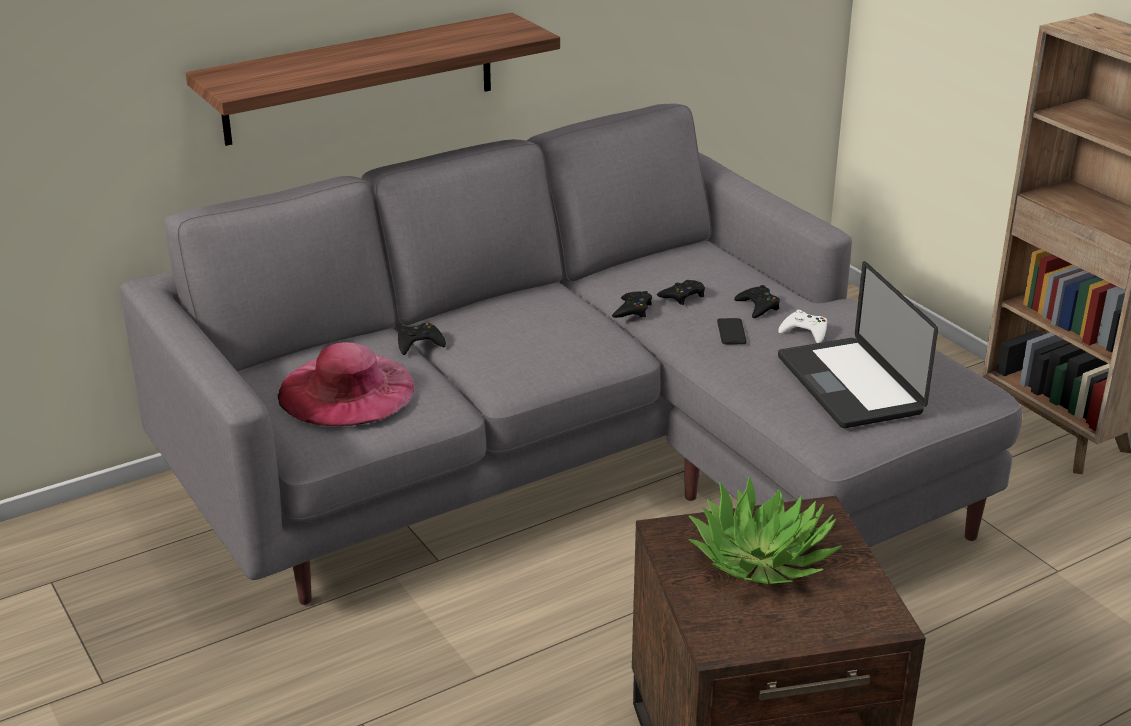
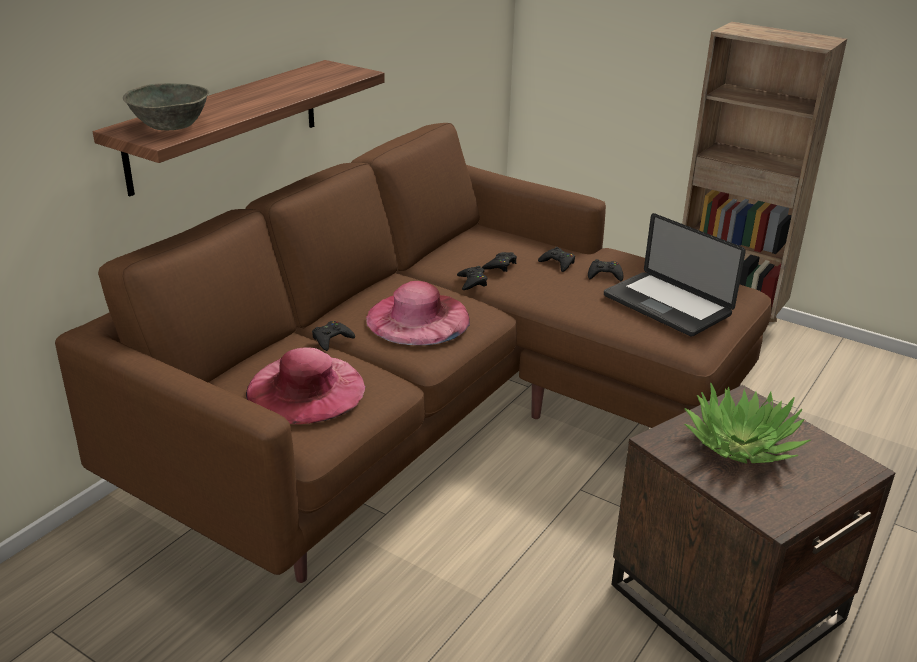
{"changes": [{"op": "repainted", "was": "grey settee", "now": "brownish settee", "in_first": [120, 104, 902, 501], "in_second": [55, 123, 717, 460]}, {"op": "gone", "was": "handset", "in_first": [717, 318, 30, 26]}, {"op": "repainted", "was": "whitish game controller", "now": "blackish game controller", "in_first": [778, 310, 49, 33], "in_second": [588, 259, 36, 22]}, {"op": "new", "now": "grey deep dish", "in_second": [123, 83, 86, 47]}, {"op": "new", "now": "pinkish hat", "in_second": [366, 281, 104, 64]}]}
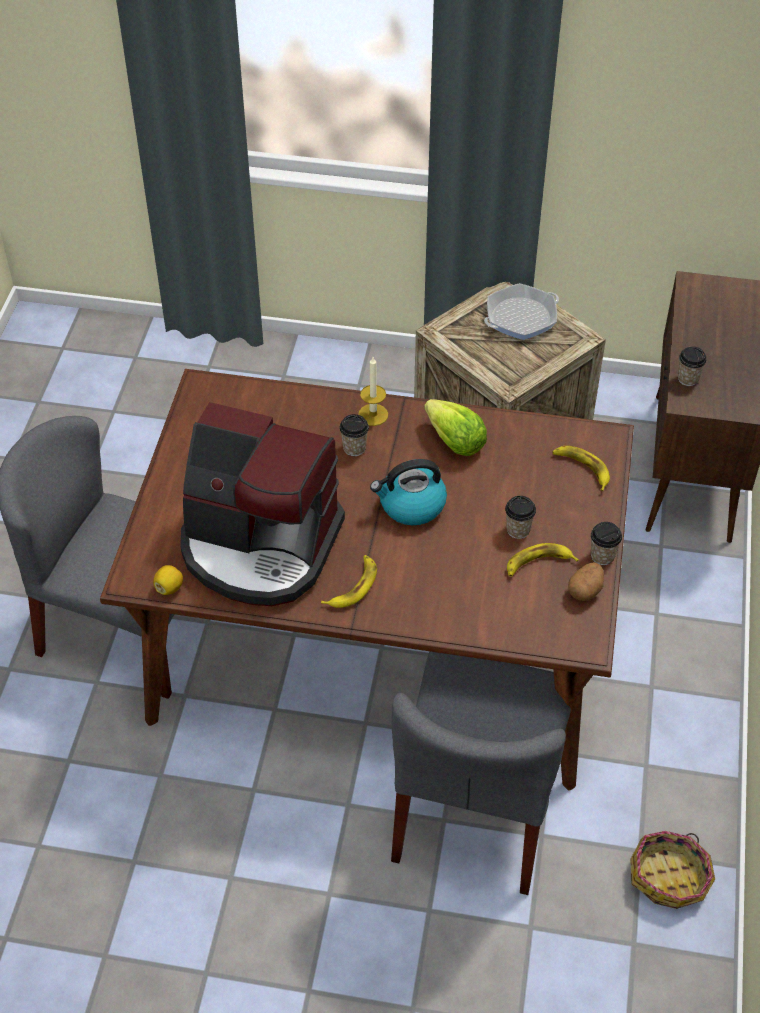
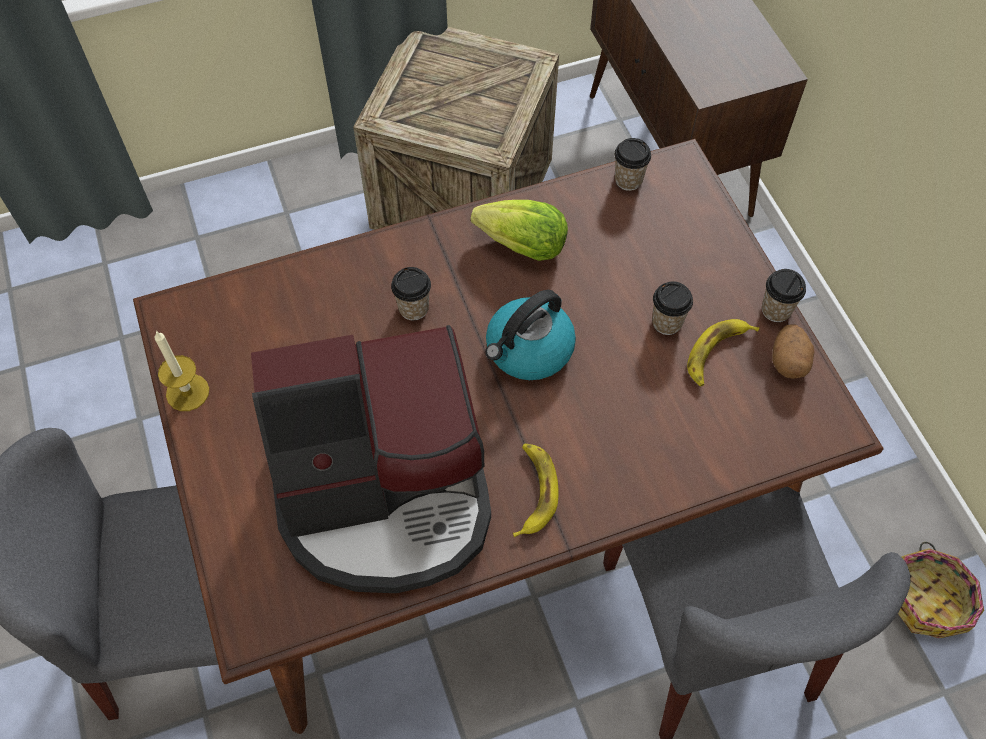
{"changes": [{"op": "gone", "was": "lemon", "in_first": [153, 565, 30, 30]}, {"op": "shifted", "was": "wax light", "in_first": [358, 357, 30, 69], "in_second": [154, 331, 55, 80]}, {"op": "gone", "was": "frying pan", "in_first": [484, 283, 75, 57]}, {"op": "gone", "was": "whole banana", "in_first": [552, 446, 58, 45]}, {"op": "shifted", "was": "small cup", "in_first": [678, 347, 29, 39], "in_second": [614, 138, 37, 53]}]}
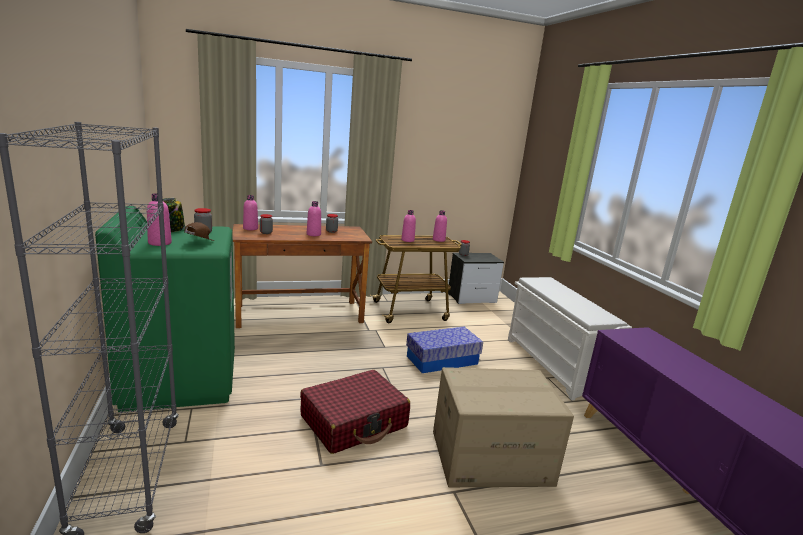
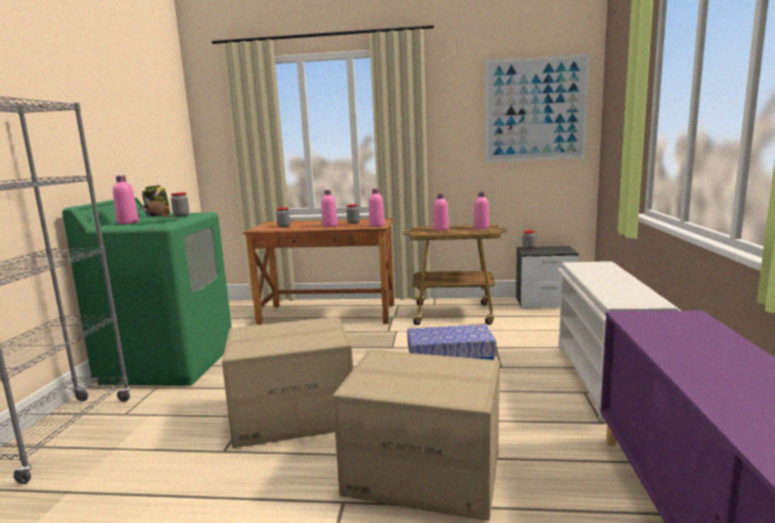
{"changes": [{"op": "shifted", "was": "pinkish beverage bottle", "in_first": [243, 195, 15, 35], "in_second": [369, 189, 16, 38]}, {"op": "swapped", "was": "red-coloured suitcase", "now": "carton", "in_first": [300, 370, 110, 84], "in_second": [222, 316, 131, 132]}, {"op": "new", "now": "wall art", "in_second": [485, 54, 105, 109]}]}
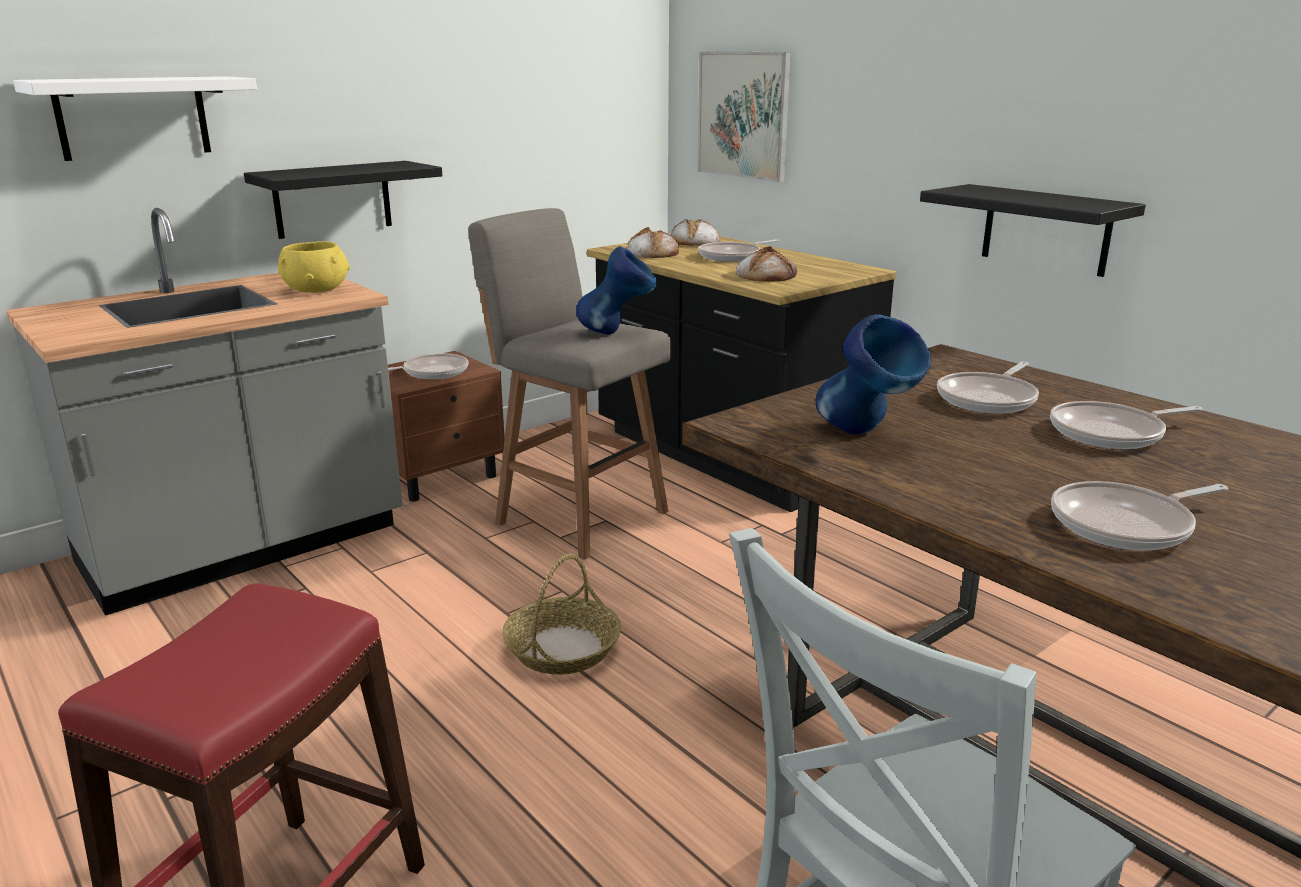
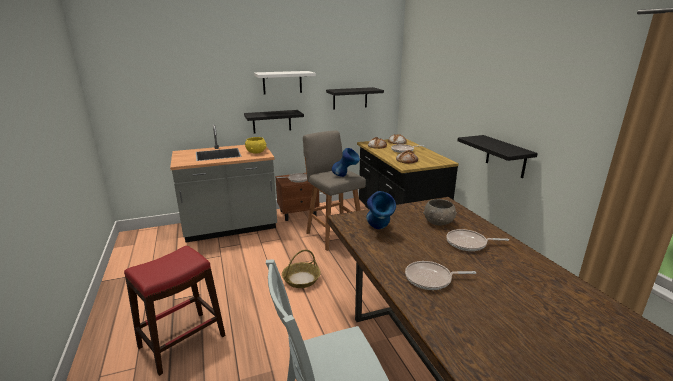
{"changes": [{"op": "shifted", "was": "whitish shelf", "in_first": [13, 76, 244, 85], "in_second": [254, 71, 62, 23]}, {"op": "gone", "was": "wall art", "in_first": [698, 52, 93, 130]}, {"op": "swapped", "was": "frying pan", "now": "grey deep dish", "in_first": [937, 362, 102, 51], "in_second": [423, 199, 34, 26]}, {"op": "new", "now": "blackish shelf", "in_second": [326, 87, 58, 22]}]}
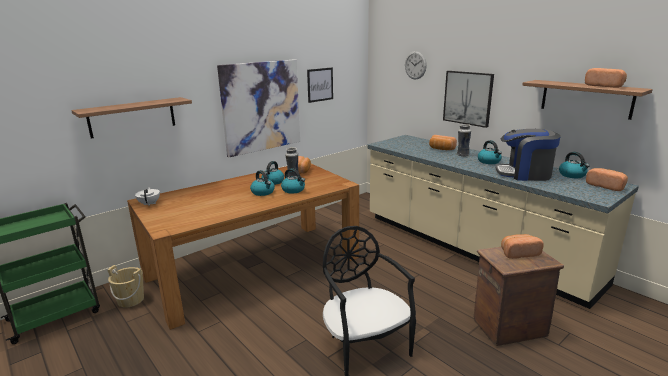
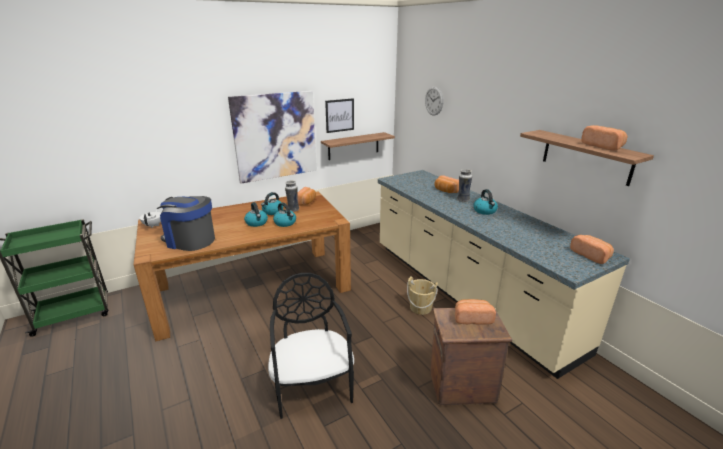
{"changes": [{"op": "shifted", "was": "shelf", "in_first": [71, 97, 121, 42], "in_second": [321, 132, 74, 28]}, {"op": "shifted", "was": "beige pail", "in_first": [108, 265, 36, 43], "in_second": [407, 276, 31, 39]}, {"op": "gone", "was": "wall art", "in_first": [443, 71, 51, 57]}, {"op": "shifted", "was": "coffee machine", "in_first": [496, 129, 64, 52], "in_second": [157, 196, 58, 55]}, {"op": "gone", "was": "tea kettle", "in_first": [559, 152, 31, 26]}]}
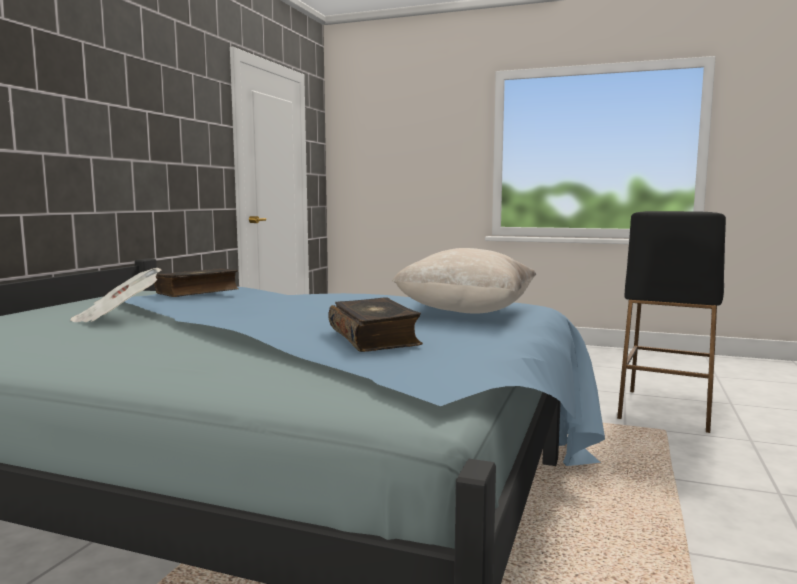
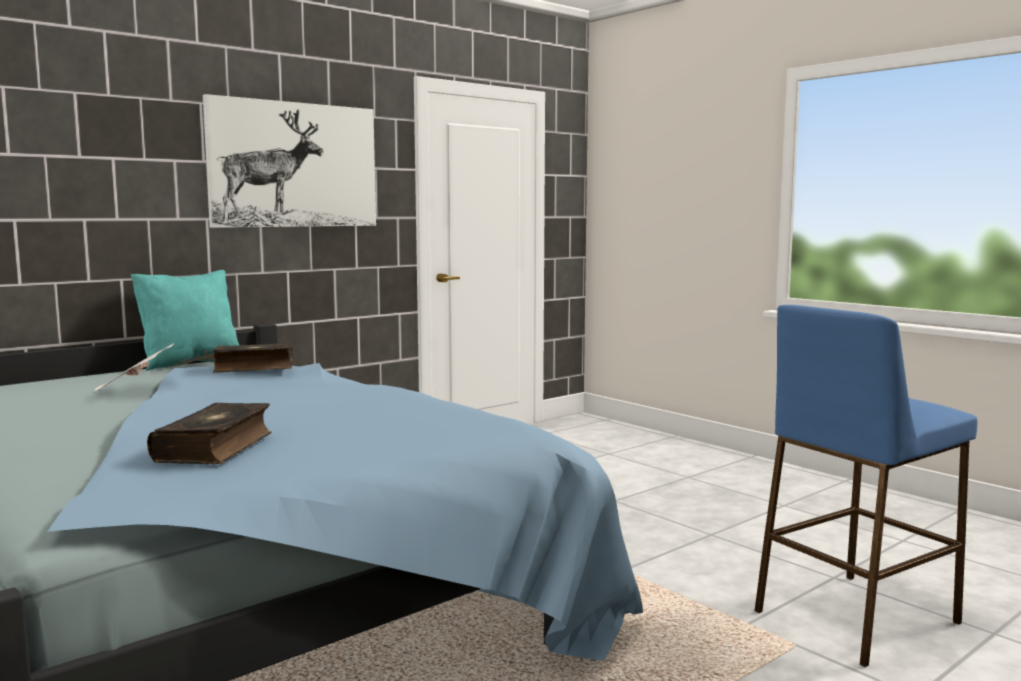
{"changes": [{"op": "gone", "was": "beige pillow", "in_first": [392, 248, 144, 66]}, {"op": "repainted", "was": "blackish stool", "now": "bluish stool", "in_first": [617, 211, 109, 222], "in_second": [755, 305, 222, 362]}, {"op": "new", "now": "turquoise pillow", "in_second": [131, 270, 108, 101]}, {"op": "new", "now": "wall art", "in_second": [203, 94, 173, 134]}]}
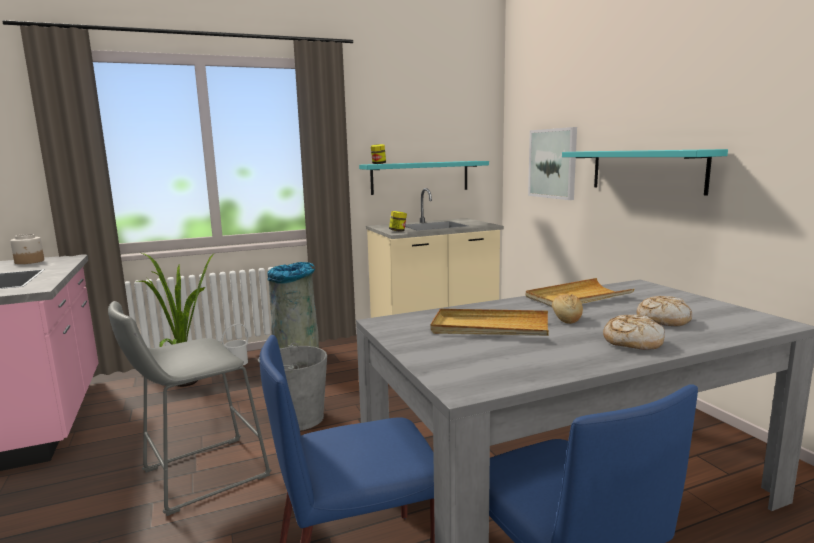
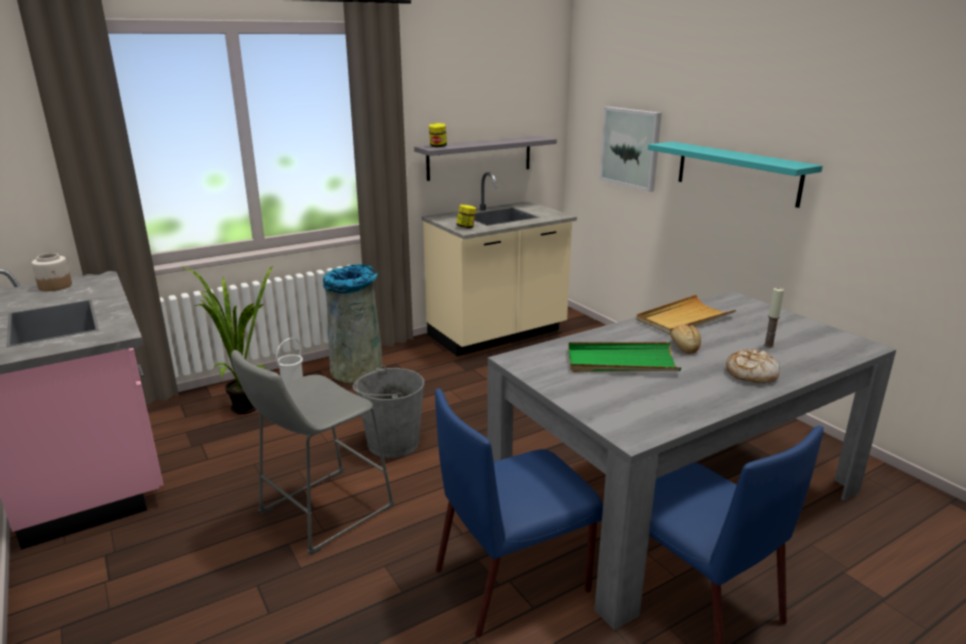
{"changes": [{"op": "repainted", "was": "turquoise shelf", "now": "grey shelf", "in_first": [359, 161, 130, 34], "in_second": [414, 136, 143, 45]}, {"op": "repainted", "was": "beige serving tray", "now": "green-coloured serving tray", "in_first": [431, 309, 118, 27], "in_second": [568, 342, 113, 30]}, {"op": "swapped", "was": "bread", "now": "wax light", "in_first": [637, 296, 55, 30], "in_second": [763, 288, 21, 60]}]}
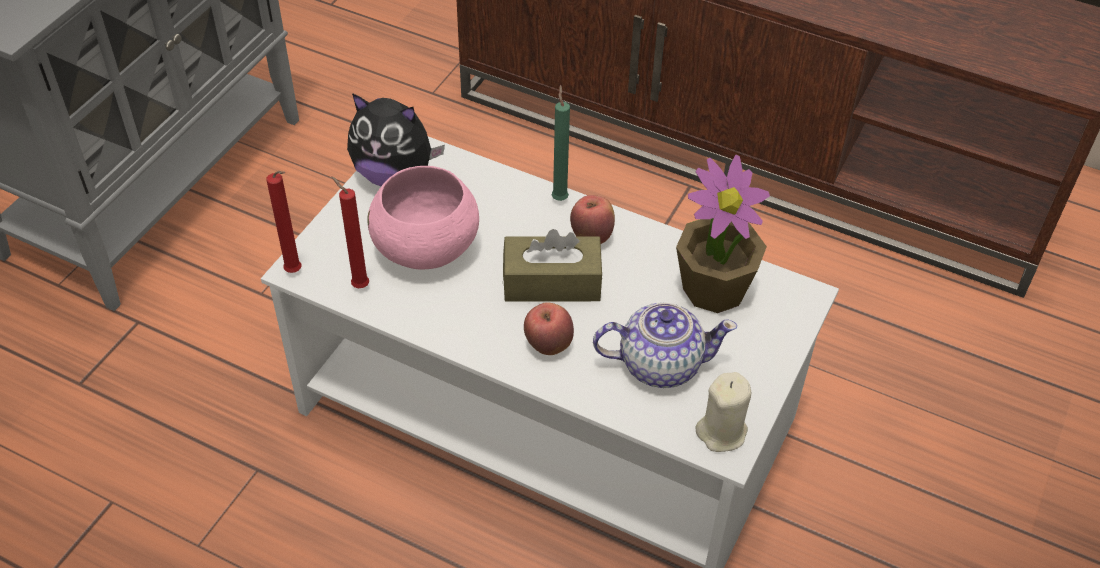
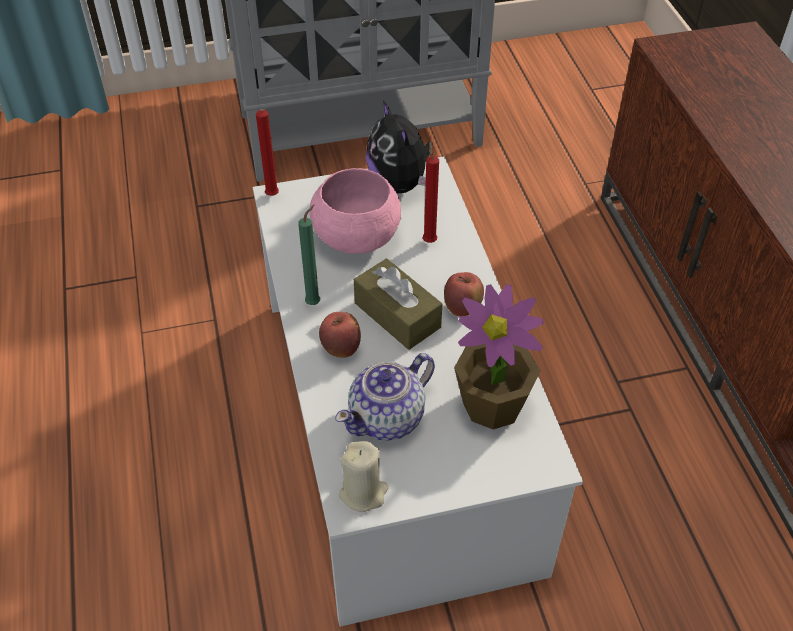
{"changes": [{"op": "shifted", "was": "red-coloured wax light", "in_first": [331, 176, 38, 112], "in_second": [423, 141, 16, 102]}, {"op": "shifted", "was": "green-coloured wax light", "in_first": [552, 85, 18, 116], "in_second": [298, 205, 22, 100]}, {"op": "rotated", "was": "pot for tea", "in_first": [593, 303, 144, 85], "in_second": [335, 353, 100, 87], "clockwise": 90}]}
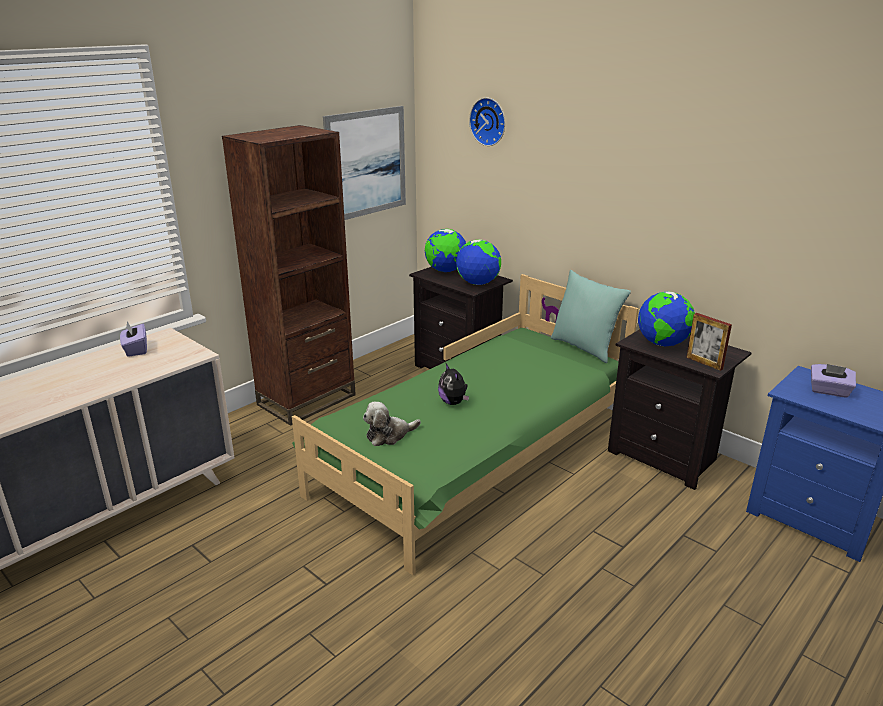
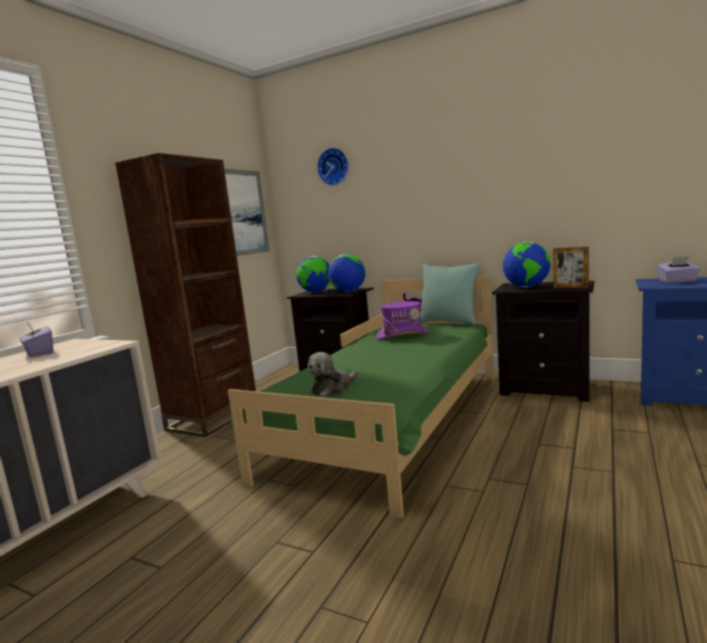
{"changes": [{"op": "gone", "was": "plush toy", "in_first": [438, 364, 31, 41]}, {"op": "new", "now": "purple-coloured hat", "in_second": [376, 301, 54, 38]}]}
